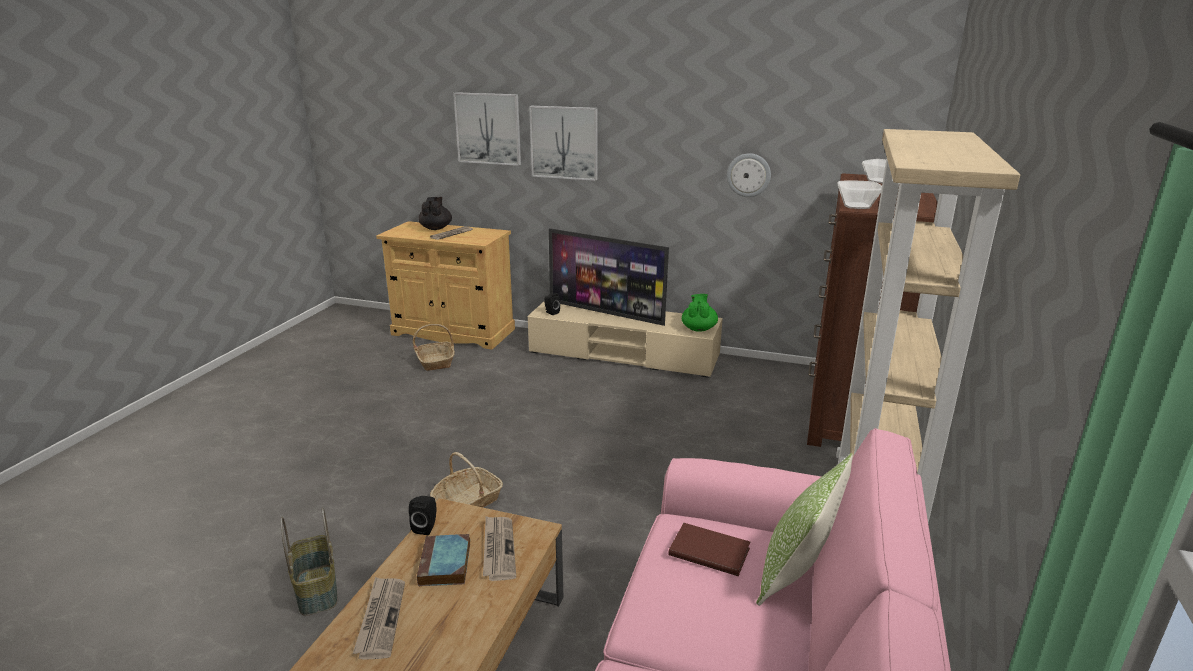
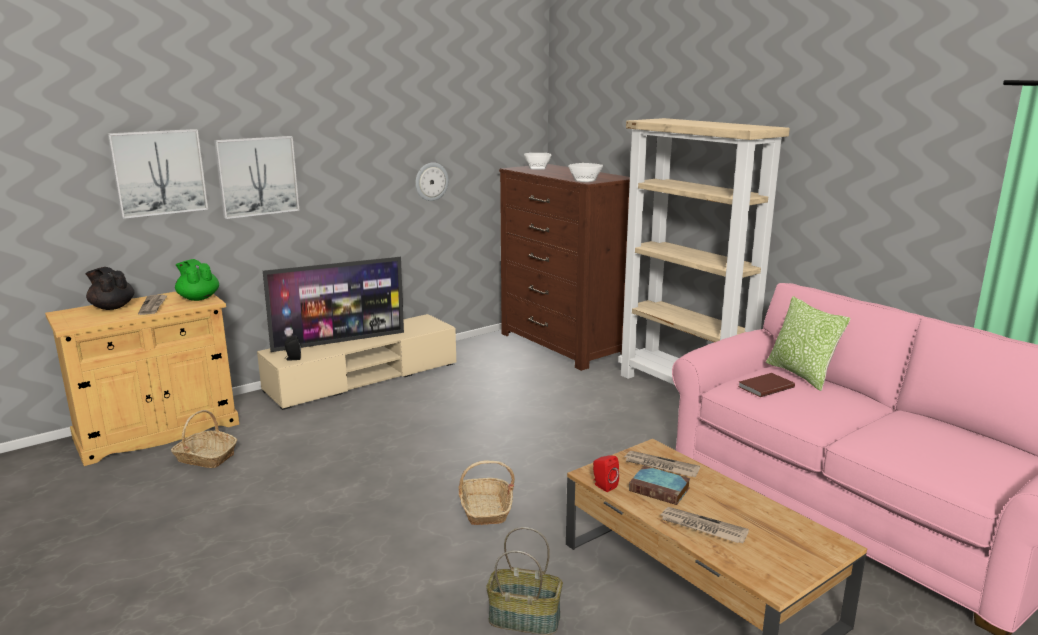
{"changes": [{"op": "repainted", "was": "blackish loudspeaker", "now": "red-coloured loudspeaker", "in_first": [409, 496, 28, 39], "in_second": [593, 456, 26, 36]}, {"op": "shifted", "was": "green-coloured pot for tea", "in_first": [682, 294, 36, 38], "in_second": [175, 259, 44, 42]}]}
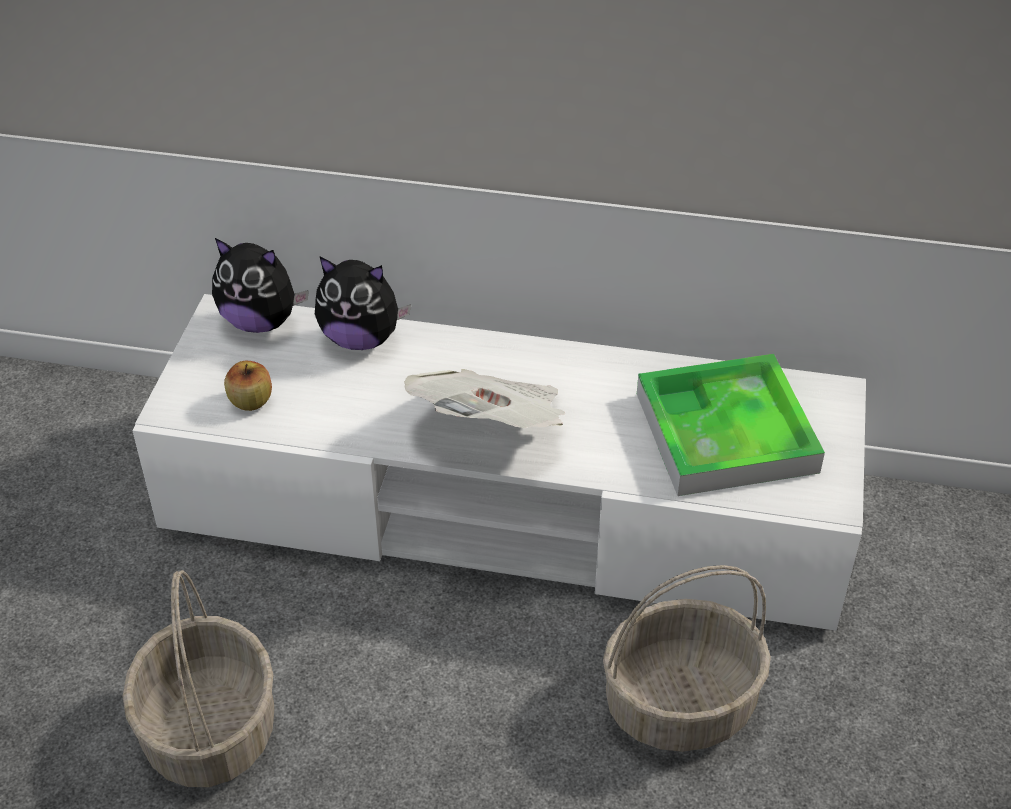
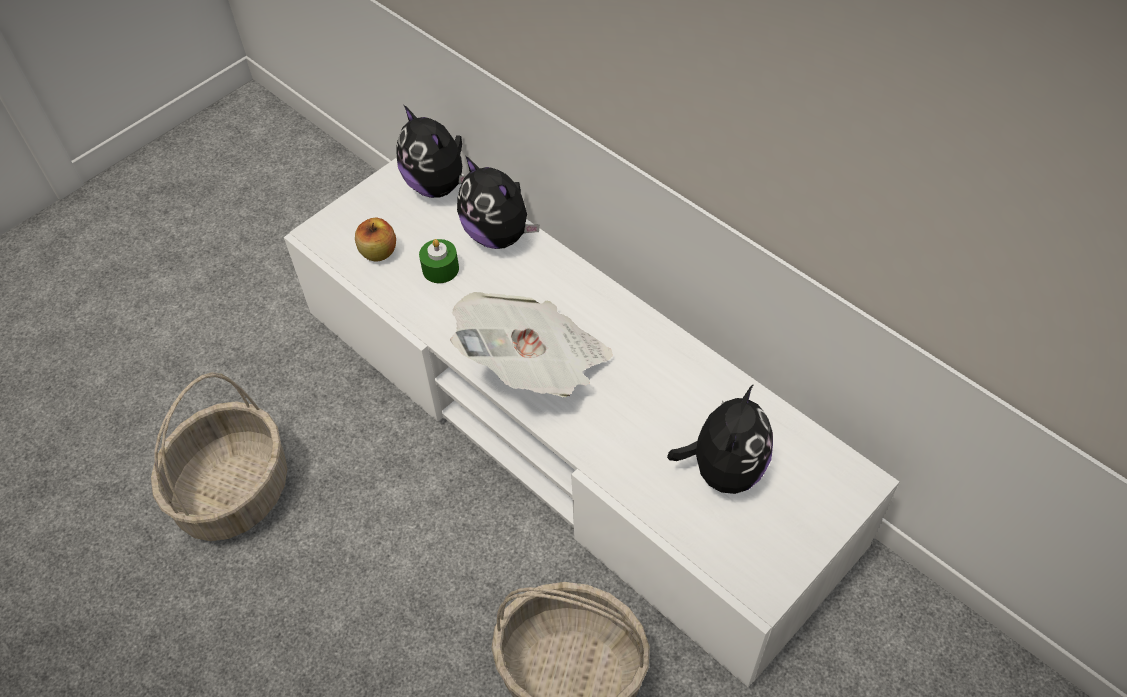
{"changes": [{"op": "swapped", "was": "serving tray", "now": "plush toy", "in_first": [637, 354, 188, 142], "in_second": [667, 384, 106, 110]}, {"op": "new", "now": "green-coloured wax light", "in_second": [419, 239, 40, 44]}]}
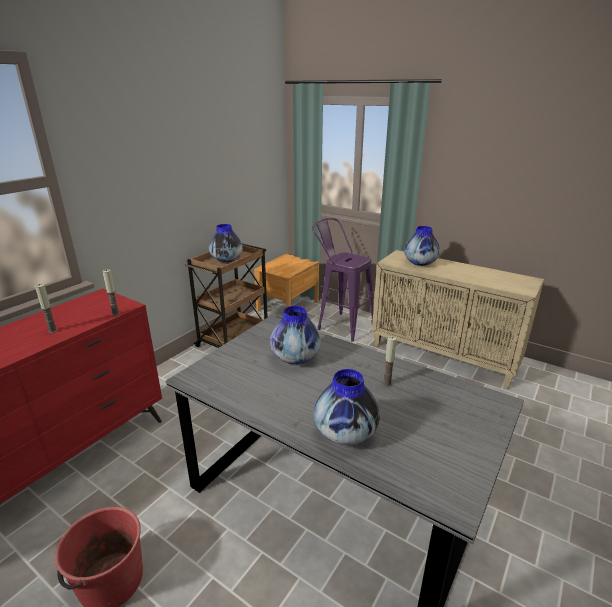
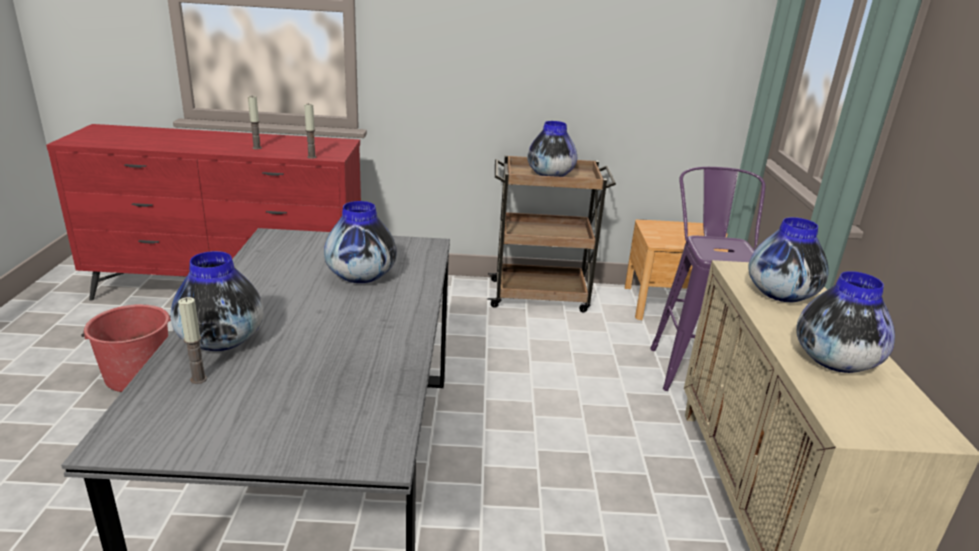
{"changes": [{"op": "shifted", "was": "wax light", "in_first": [383, 336, 14, 50], "in_second": [178, 297, 29, 87]}, {"op": "new", "now": "decorative vase", "in_second": [796, 271, 99, 102]}]}
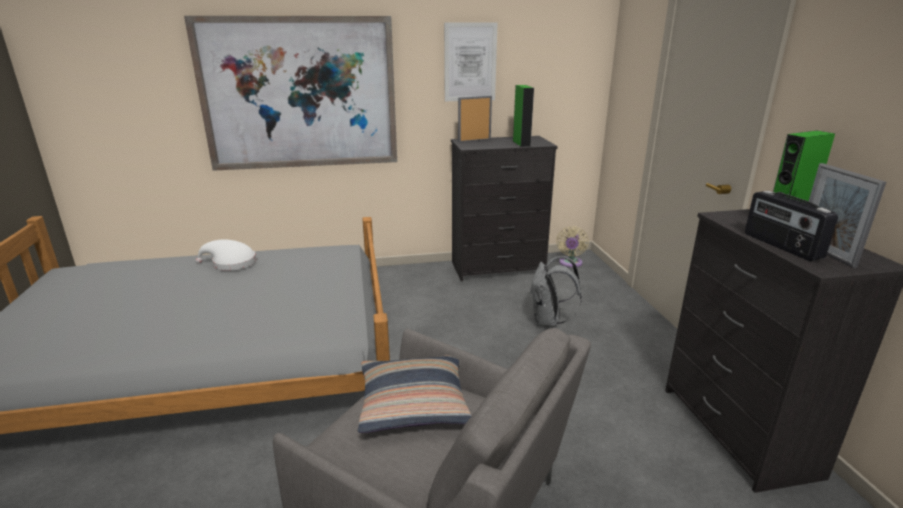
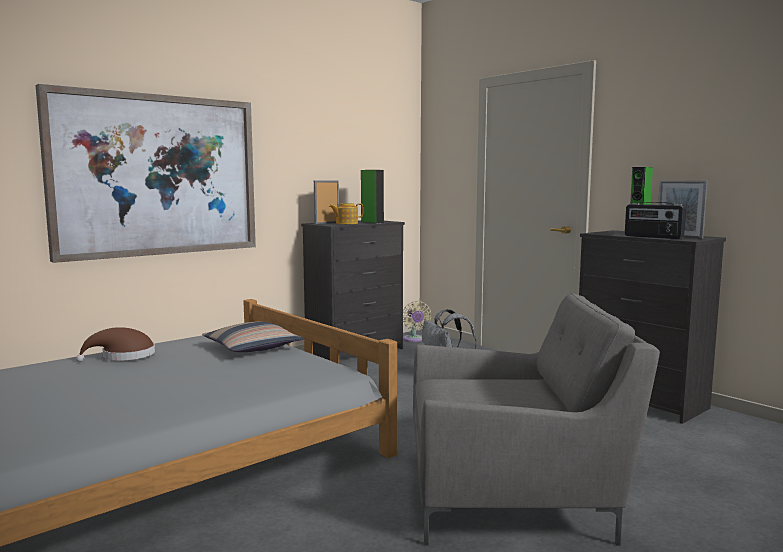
{"changes": [{"op": "repainted", "was": "whitish hat", "now": "brownish hat", "in_first": [195, 239, 61, 32], "in_second": [76, 327, 79, 35]}, {"op": "shifted", "was": "pillow", "in_first": [358, 355, 113, 78], "in_second": [202, 322, 102, 30]}, {"op": "gone", "was": "wall art", "in_first": [444, 22, 54, 79]}, {"op": "new", "now": "pot for tea", "in_second": [329, 203, 34, 21]}]}
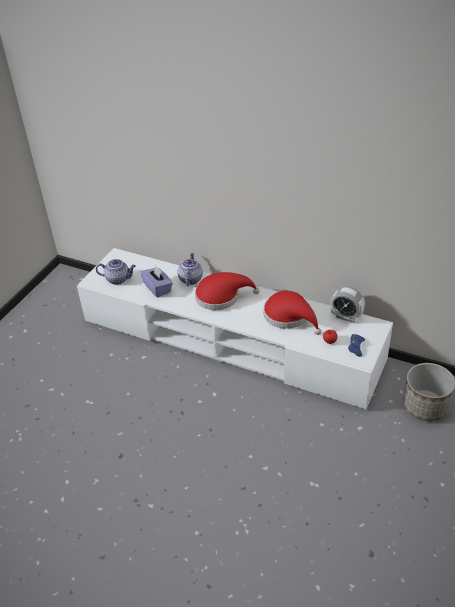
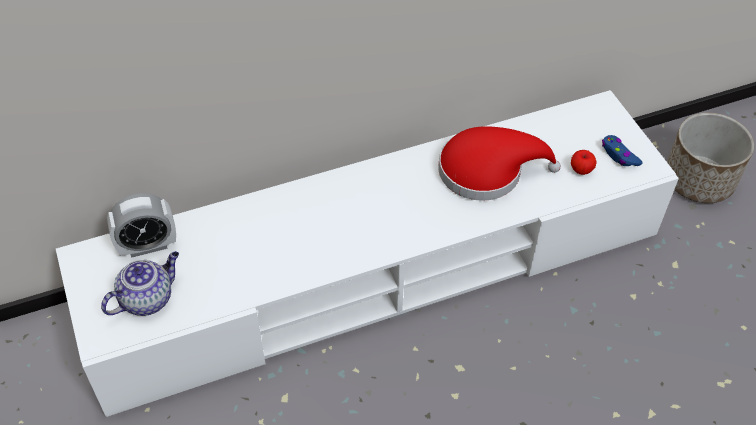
{"changes": [{"op": "gone", "was": "purple-coloured box of tissues", "in_first": [140, 265, 33, 32]}, {"op": "gone", "was": "pot for tea", "in_first": [177, 253, 26, 33]}, {"op": "gone", "was": "red-coloured hat", "in_first": [195, 272, 64, 38]}, {"op": "shifted", "was": "alarm clock", "in_first": [330, 287, 35, 36], "in_second": [107, 193, 69, 65]}]}
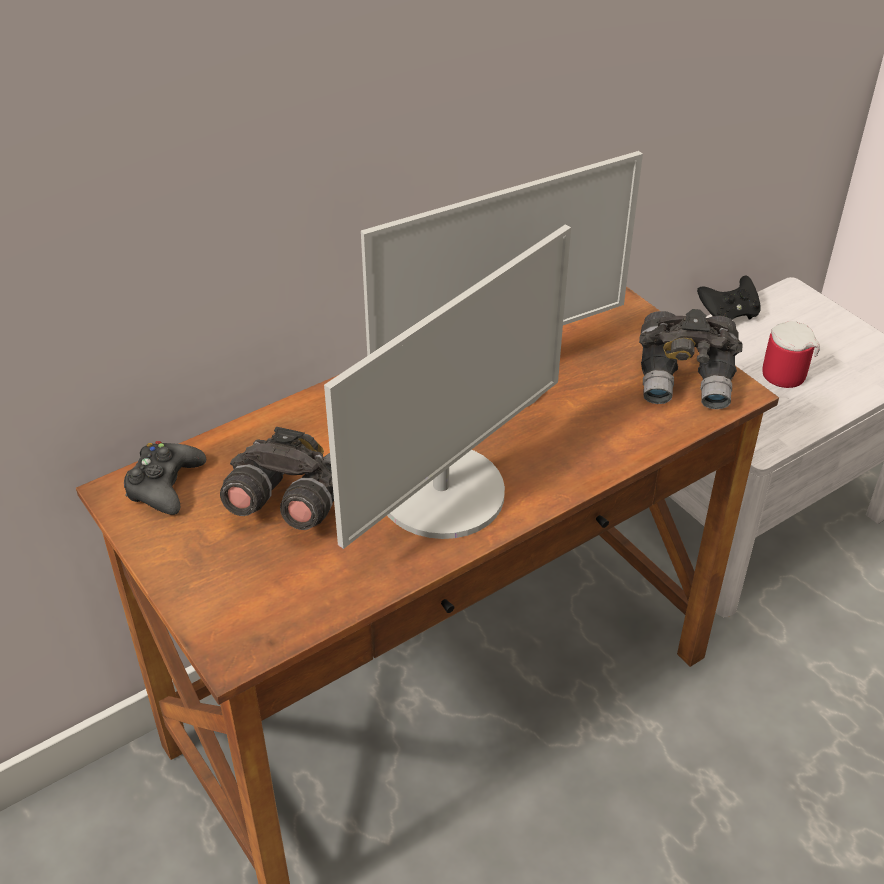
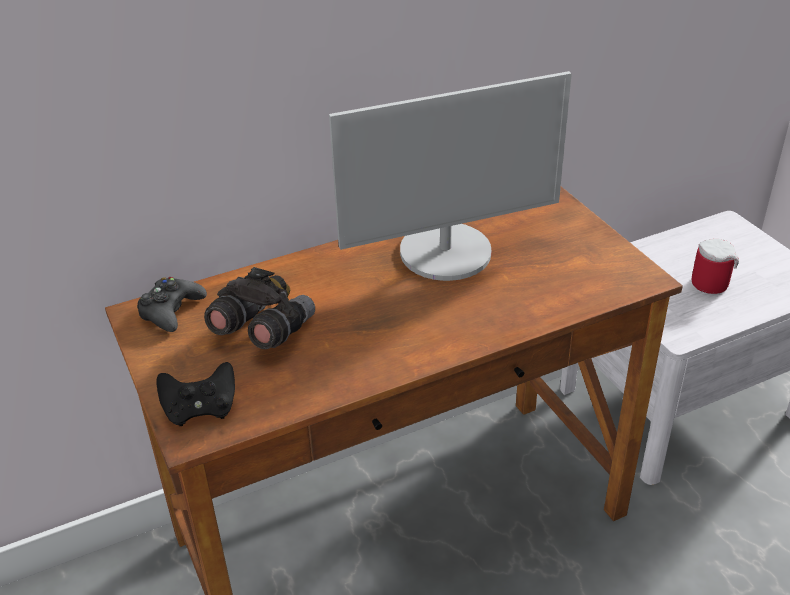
{"changes": [{"op": "gone", "was": "computer screen", "in_first": [324, 225, 247, 324]}, {"op": "gone", "was": "grey field glasses", "in_first": [639, 309, 103, 100]}, {"op": "shifted", "was": "blackish game controller", "in_first": [697, 276, 64, 44], "in_second": [157, 362, 78, 64]}]}
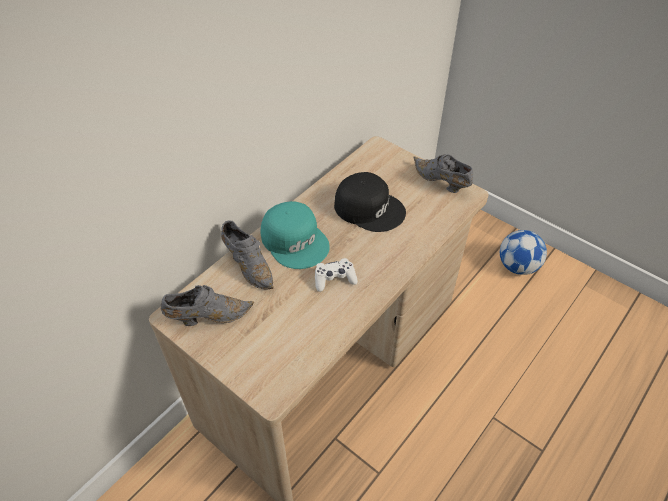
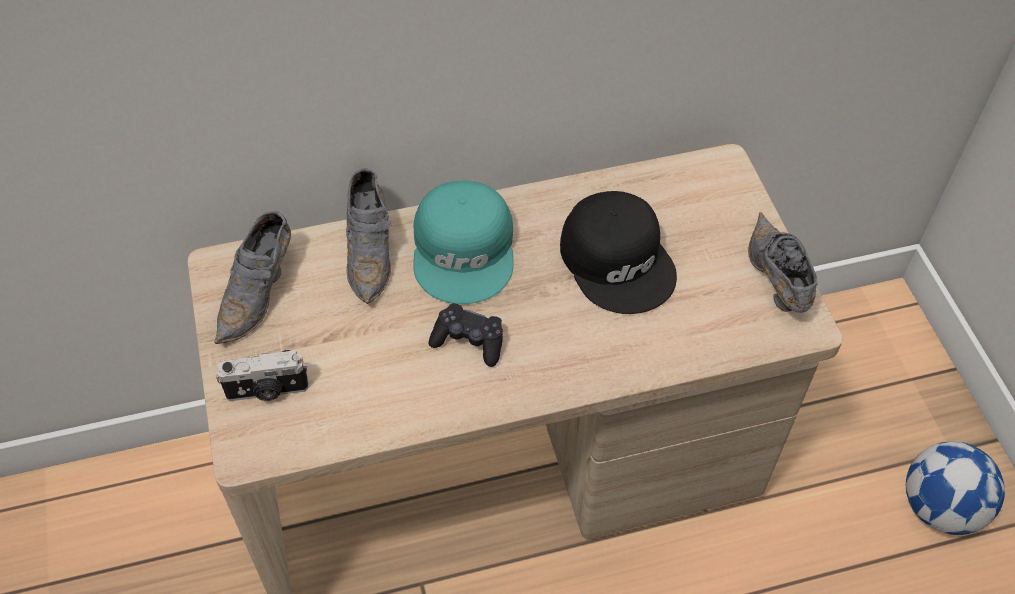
{"changes": [{"op": "rotated", "was": "grey shoe", "in_first": [161, 285, 93, 41], "in_second": [214, 211, 77, 133], "clockwise": 90}, {"op": "repainted", "was": "whitish game controller", "now": "blackish game controller", "in_first": [315, 258, 43, 34], "in_second": [428, 303, 75, 64]}, {"op": "new", "now": "still camera", "in_second": [216, 350, 92, 51]}]}
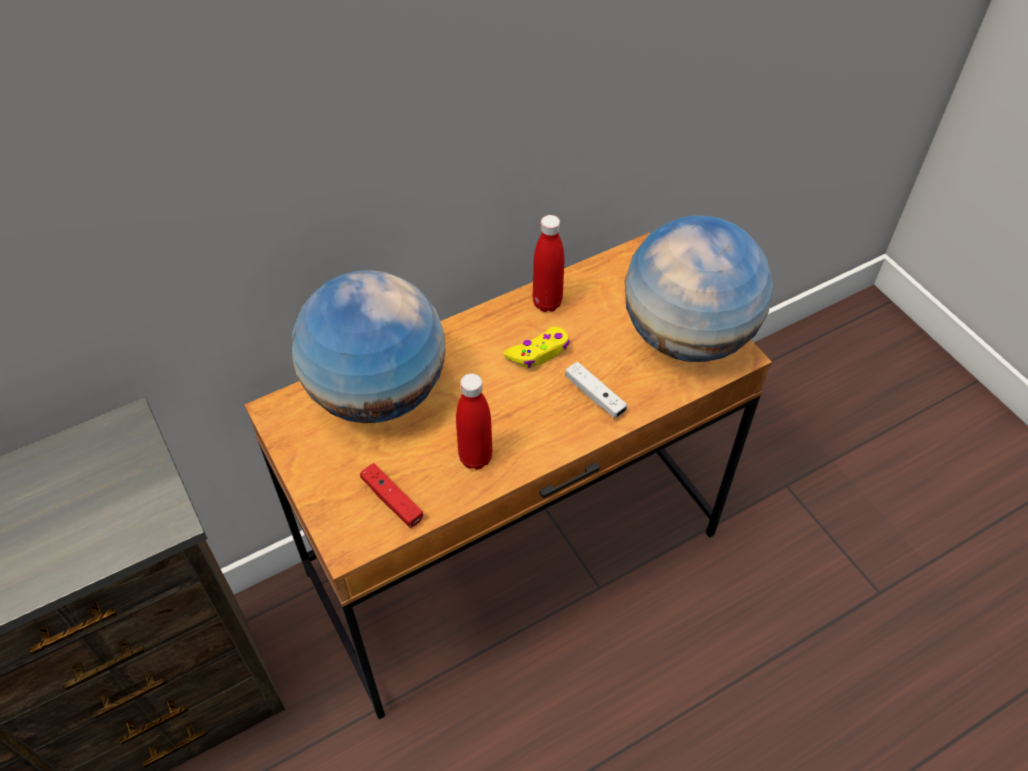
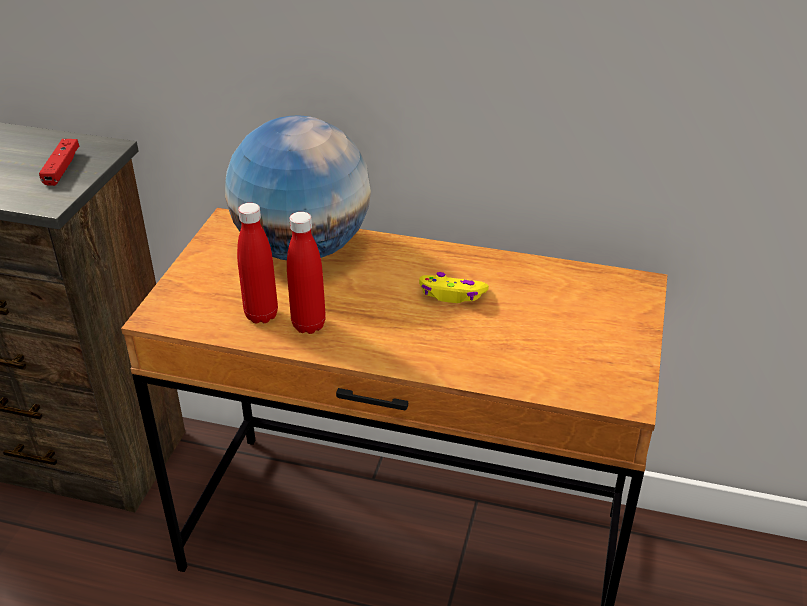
{"changes": [{"op": "shifted", "was": "red-coloured game controller", "in_first": [360, 463, 63, 65], "in_second": [39, 139, 40, 47]}, {"op": "shifted", "was": "red-coloured beverage bottle", "in_first": [532, 215, 32, 97], "in_second": [237, 203, 41, 121]}, {"op": "gone", "was": "whitish game controller", "in_first": [565, 362, 62, 56]}, {"op": "gone", "was": "globe", "in_first": [625, 216, 148, 146]}]}
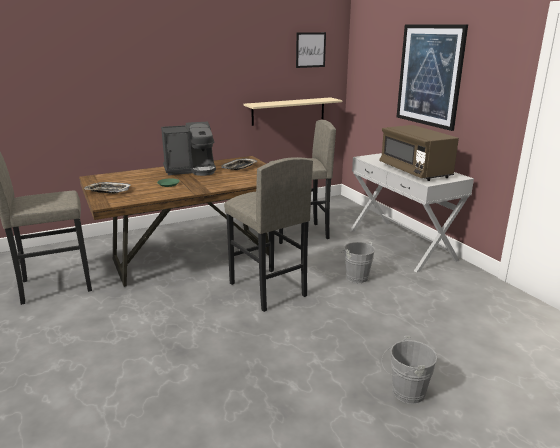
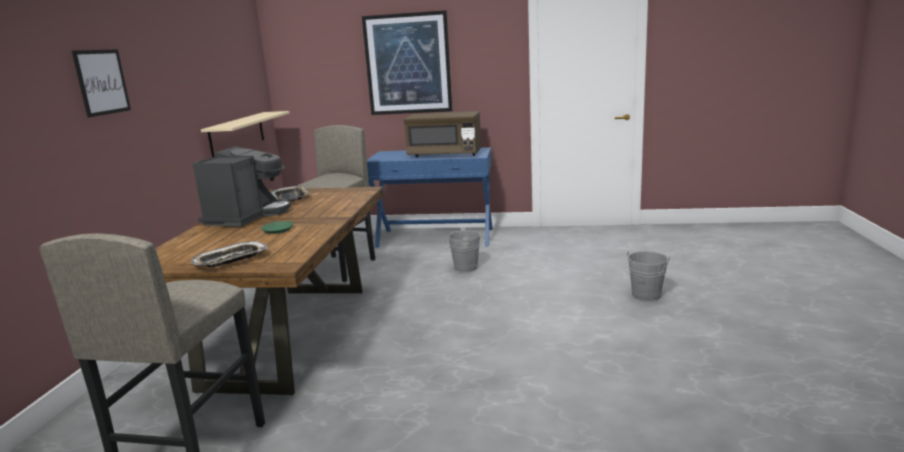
{"changes": [{"op": "gone", "was": "grey stool", "in_first": [224, 157, 89, 155]}, {"op": "shifted", "was": "wall art", "in_first": [296, 32, 30, 36], "in_second": [72, 49, 59, 68]}, {"op": "repainted", "was": "whitish hall table", "now": "bluish hall table", "in_first": [350, 153, 124, 119], "in_second": [367, 147, 126, 101]}]}
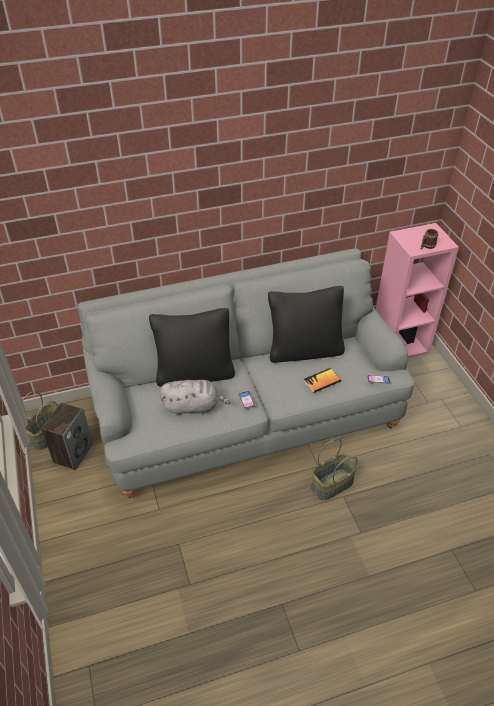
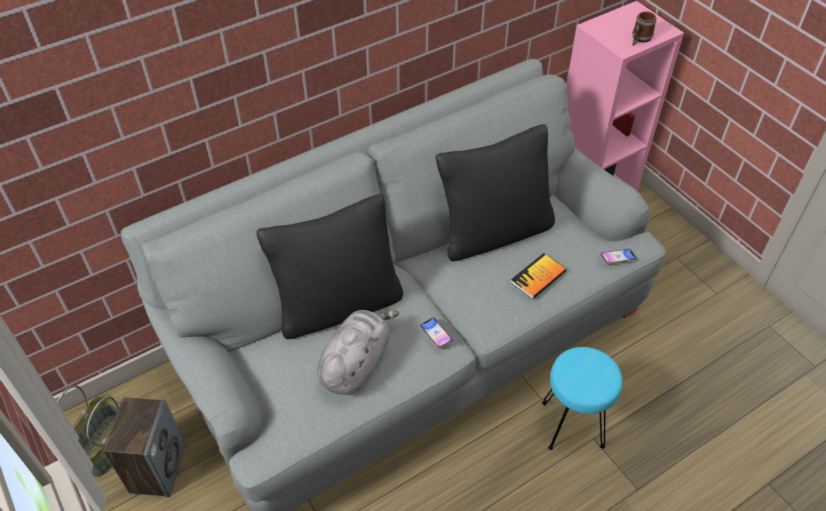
{"changes": [{"op": "rotated", "was": "grey plush toy", "in_first": [160, 380, 70, 36], "in_second": [317, 310, 82, 85], "clockwise": -45}, {"op": "swapped", "was": "basket", "now": "turquoise stool", "in_first": [311, 439, 47, 62], "in_second": [542, 347, 81, 103]}]}
